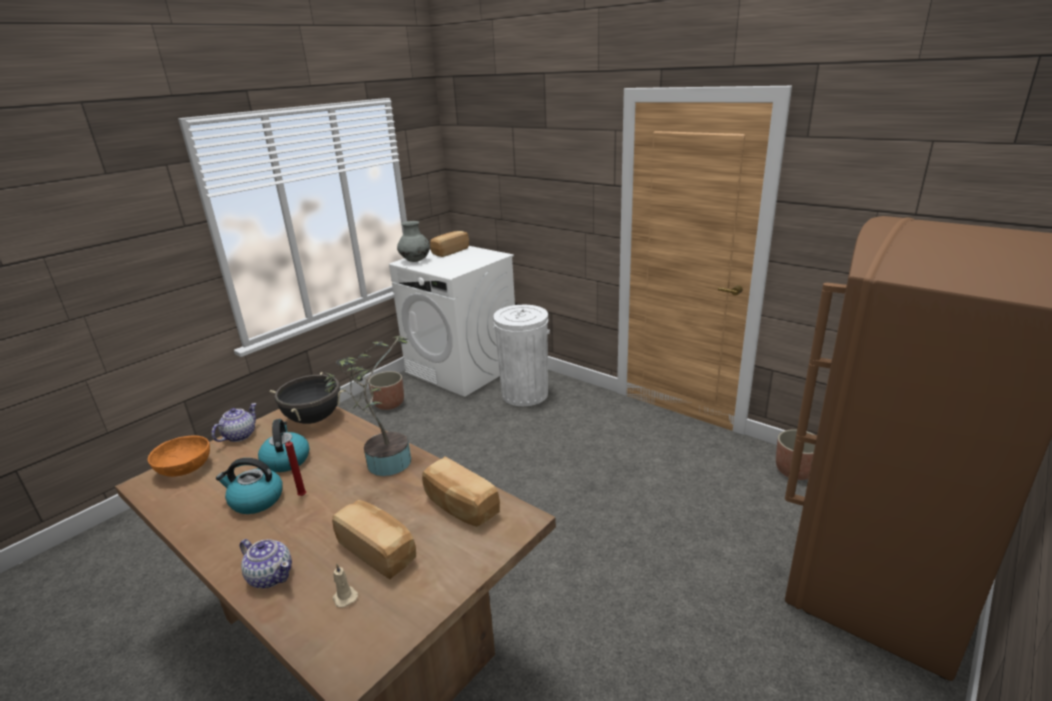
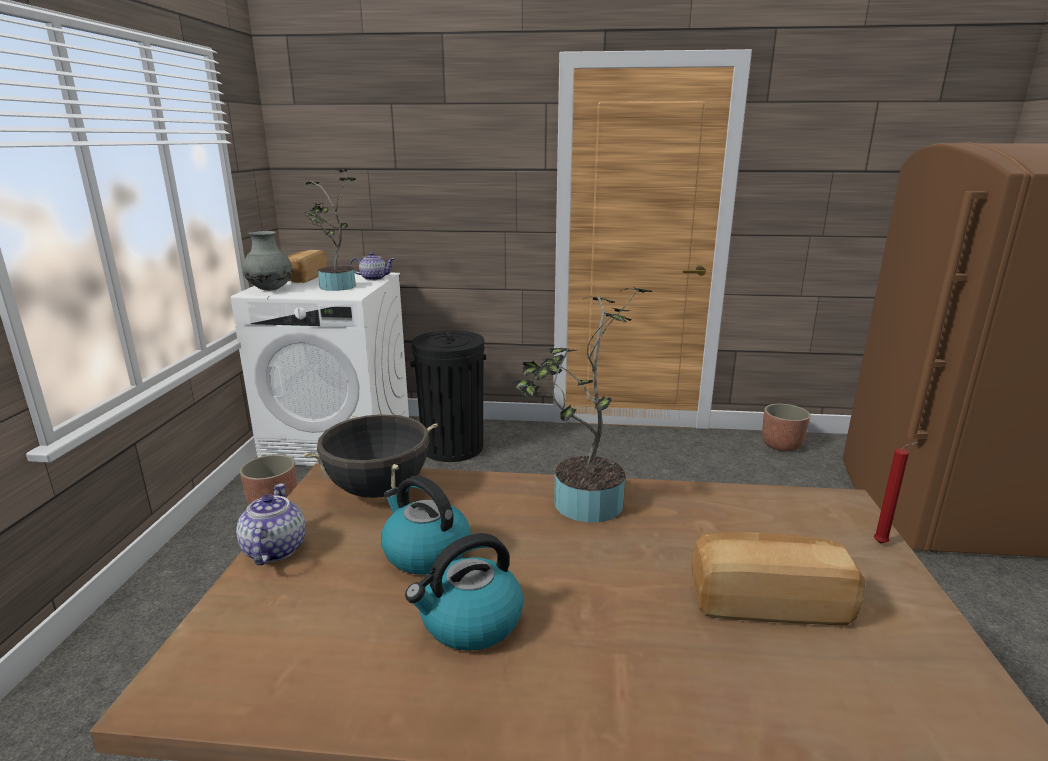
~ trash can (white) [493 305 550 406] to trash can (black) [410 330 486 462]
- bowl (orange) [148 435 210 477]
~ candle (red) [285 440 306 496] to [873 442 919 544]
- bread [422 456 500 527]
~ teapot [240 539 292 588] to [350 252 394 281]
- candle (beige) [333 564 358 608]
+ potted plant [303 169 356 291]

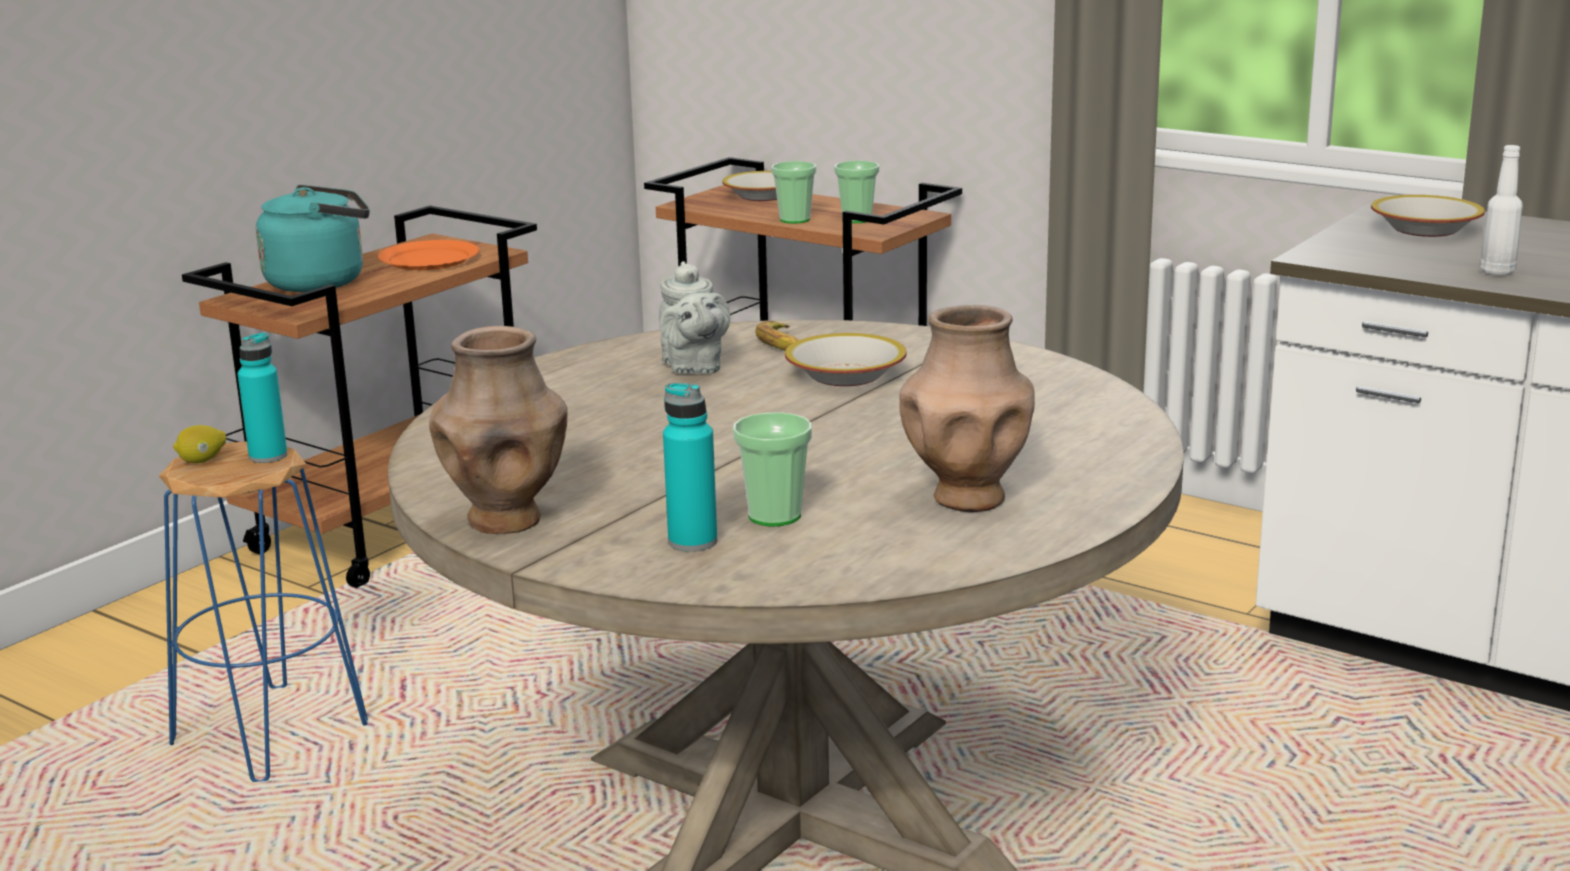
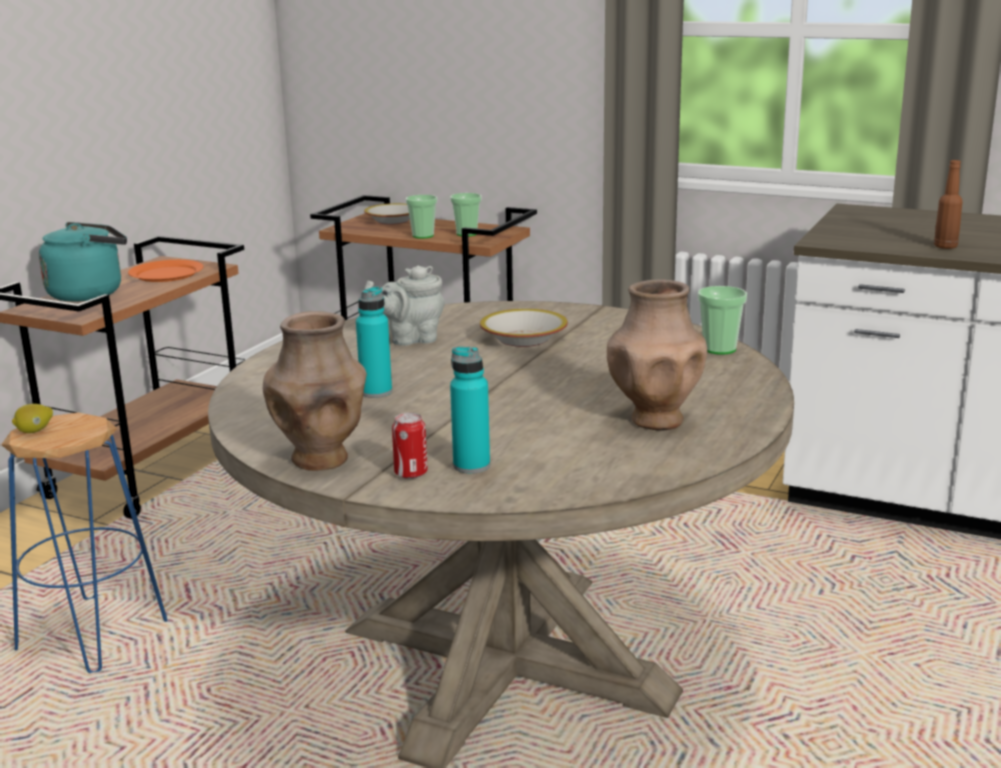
~ bottle (white) [1480 145 1523 276] to bottle (brown) [934 160 963 249]
- bowl [1371 195 1485 237]
~ teapot (grey) [659 261 730 374] = [364 266 445 346] 105 degrees clockwise
- banana [756 321 799 351]
~ bottle (turquoise) [238 332 288 463] to [356 286 392 398]
~ cup [733 412 812 526] to [698 286 747 355]
+ can [392 413 428 479]

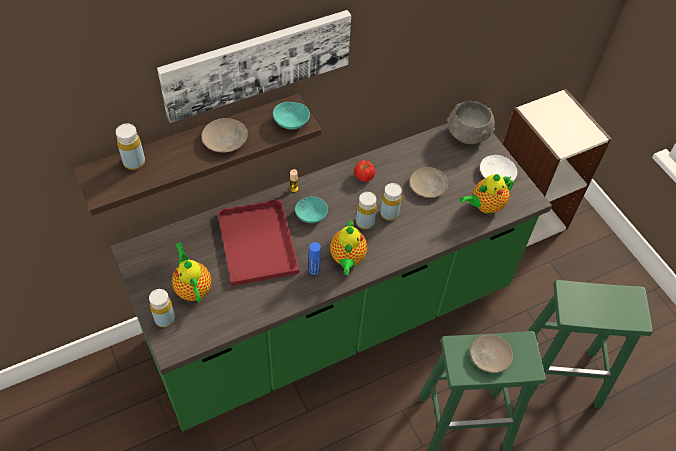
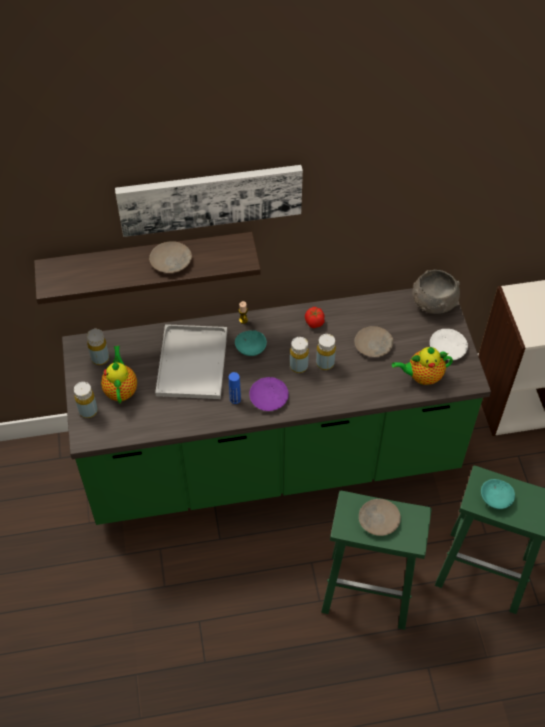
~ bowl (turquoise) [273 102 310 130] to [481 479 515 509]
~ bottle (yellow) [116 123 145 170] to [87 329 109 365]
~ tray (red) [217 199 300 286] to tray (white) [155 324 227 399]
~ teapot [330 219 367 275] to plate (purple) [249 377 289 411]

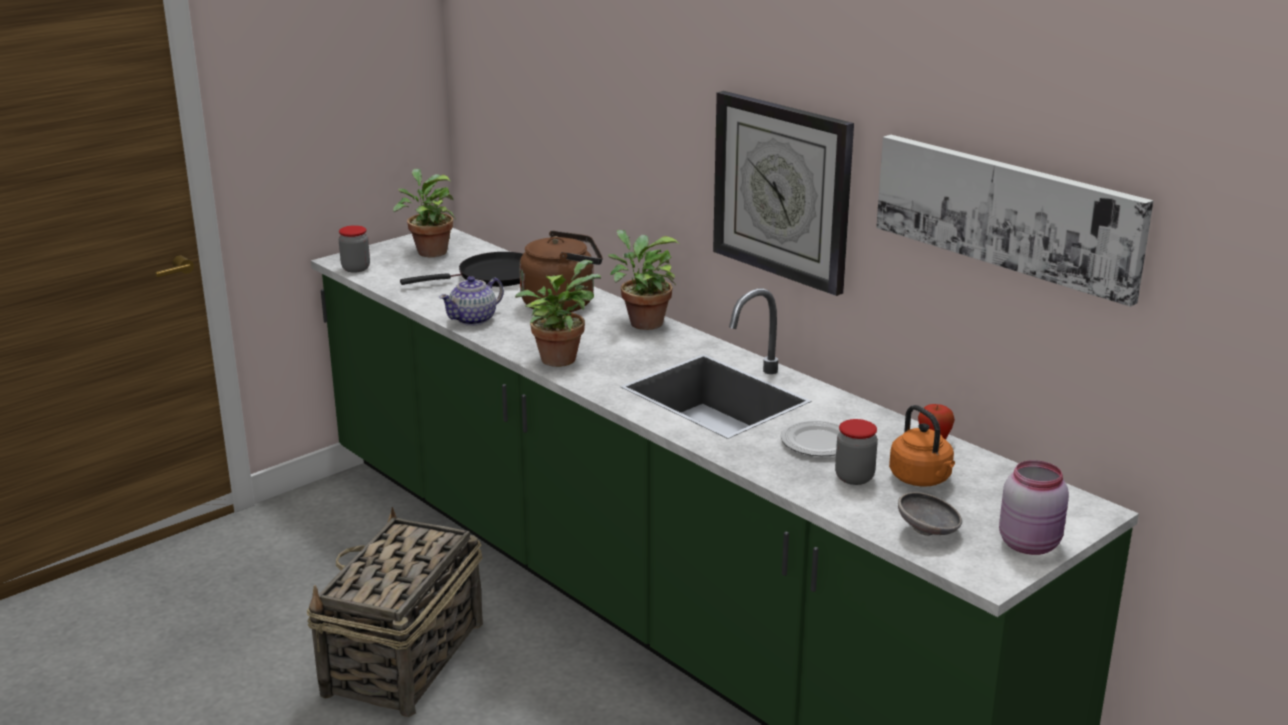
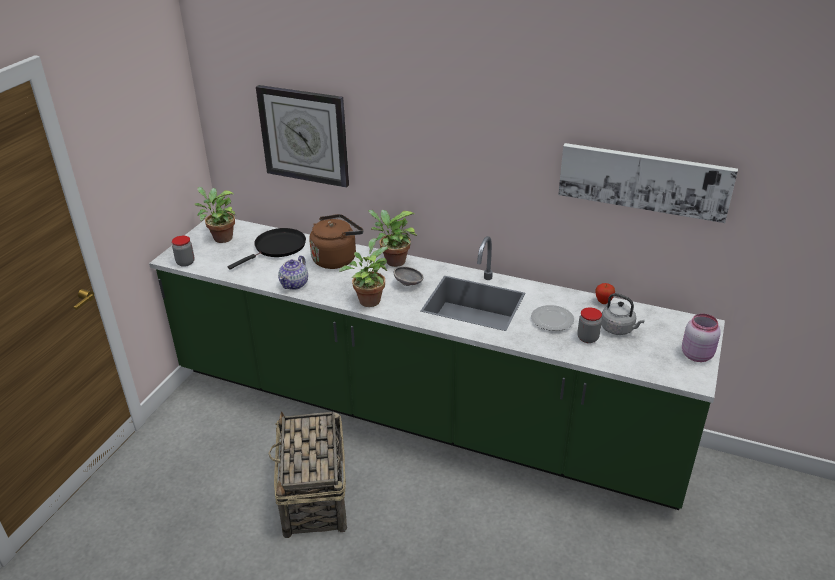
~ wall clock [713 91 854 296] to [256 85 349 188]
~ kettle (orange) [889 405 955 487] to kettle (grey) [601 293 645 335]
~ bowl (grey) [898 492 962 536] to [394 267 423 286]

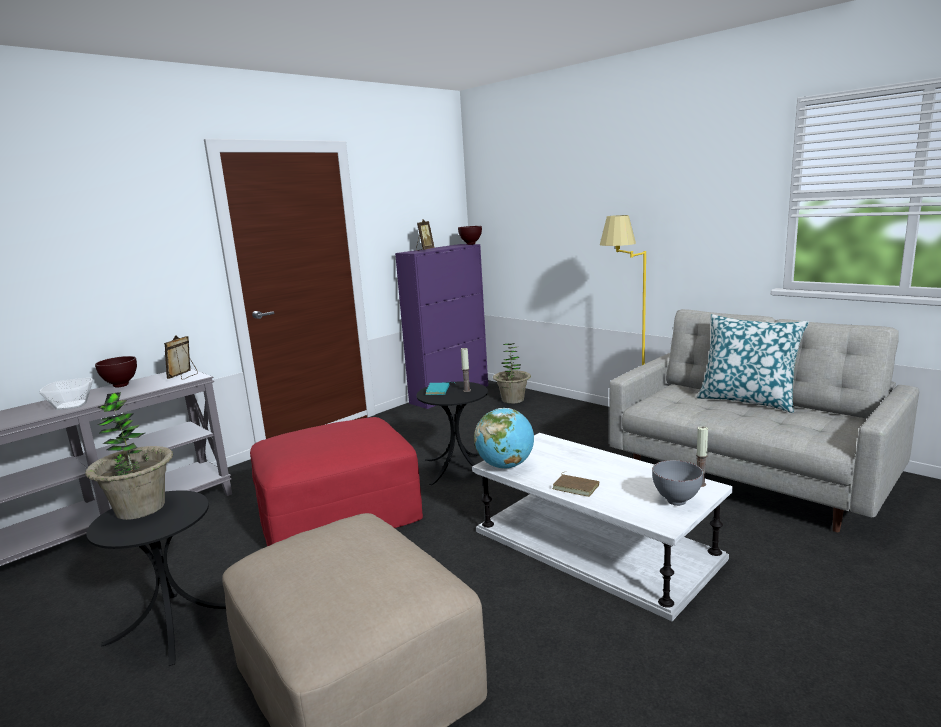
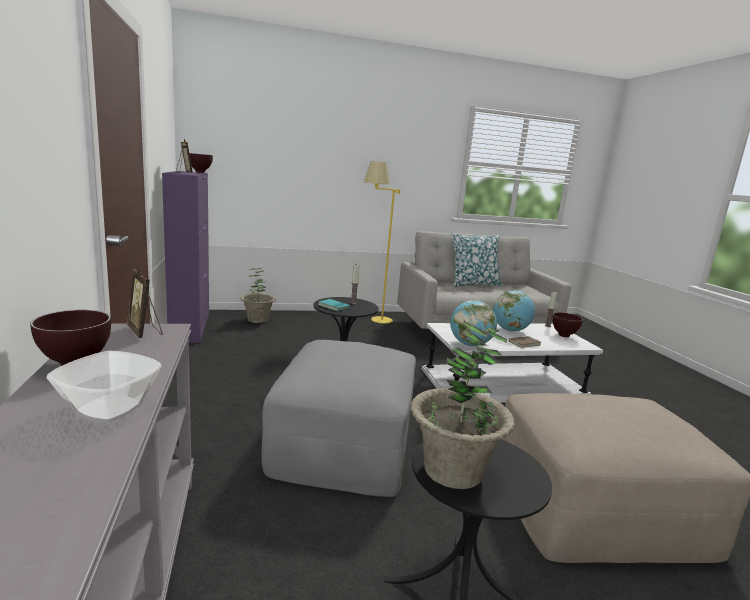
~ ottoman (red) [250 417 423 546] to ottoman (grey) [262 340 416 497]
~ bowl (grey) [652 460 703 506] to bowl (brown) [552 312 583 337]
+ globe [493 290 535 332]

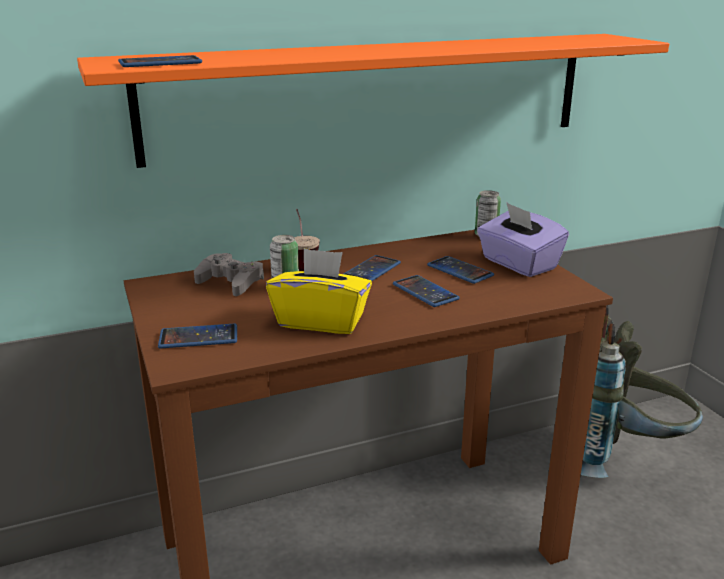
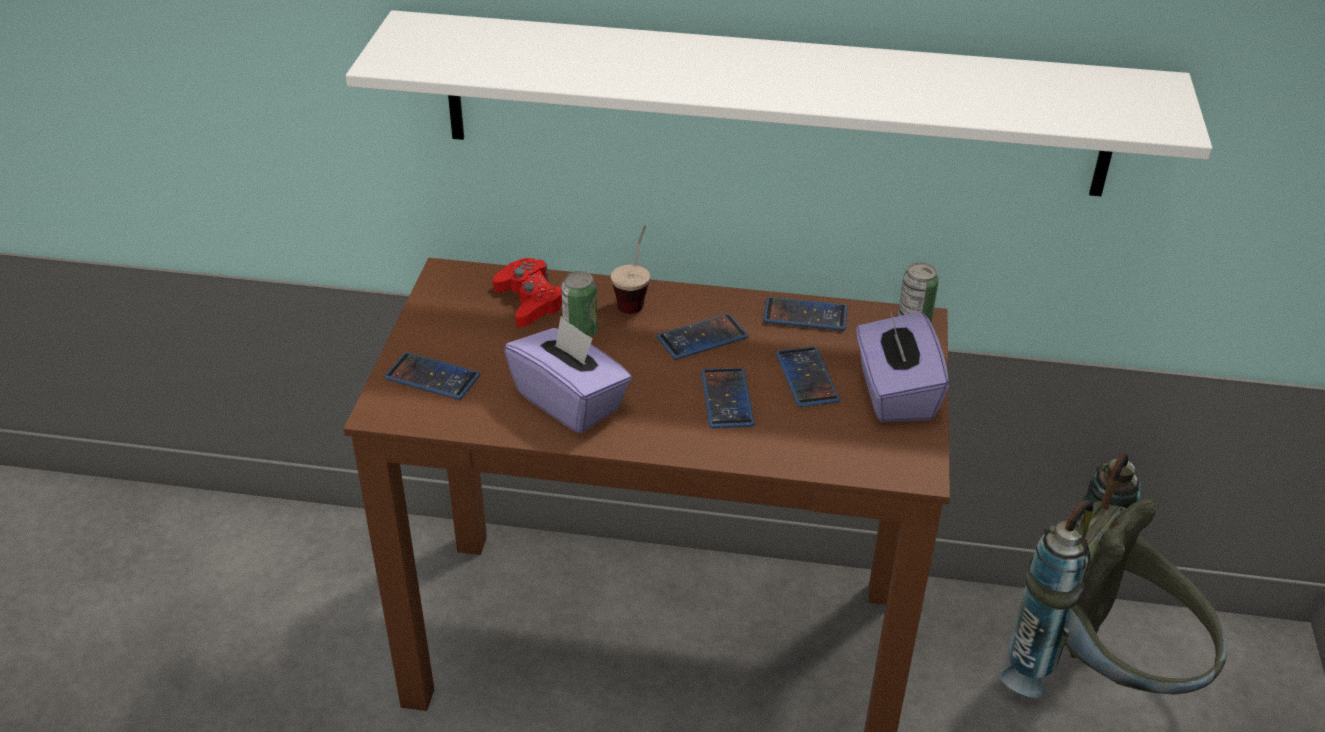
~ shelf (orange) [77 34 669 168] to shelf (white) [346 10 1212 196]
~ phone [118 55 202 67] to [763 297 848 331]
~ tissue box (yellow) [266 248 372 334] to tissue box (purple) [504 316 632 433]
~ game controller (grey) [194 253 264 296] to game controller (red) [493 258 562 327]

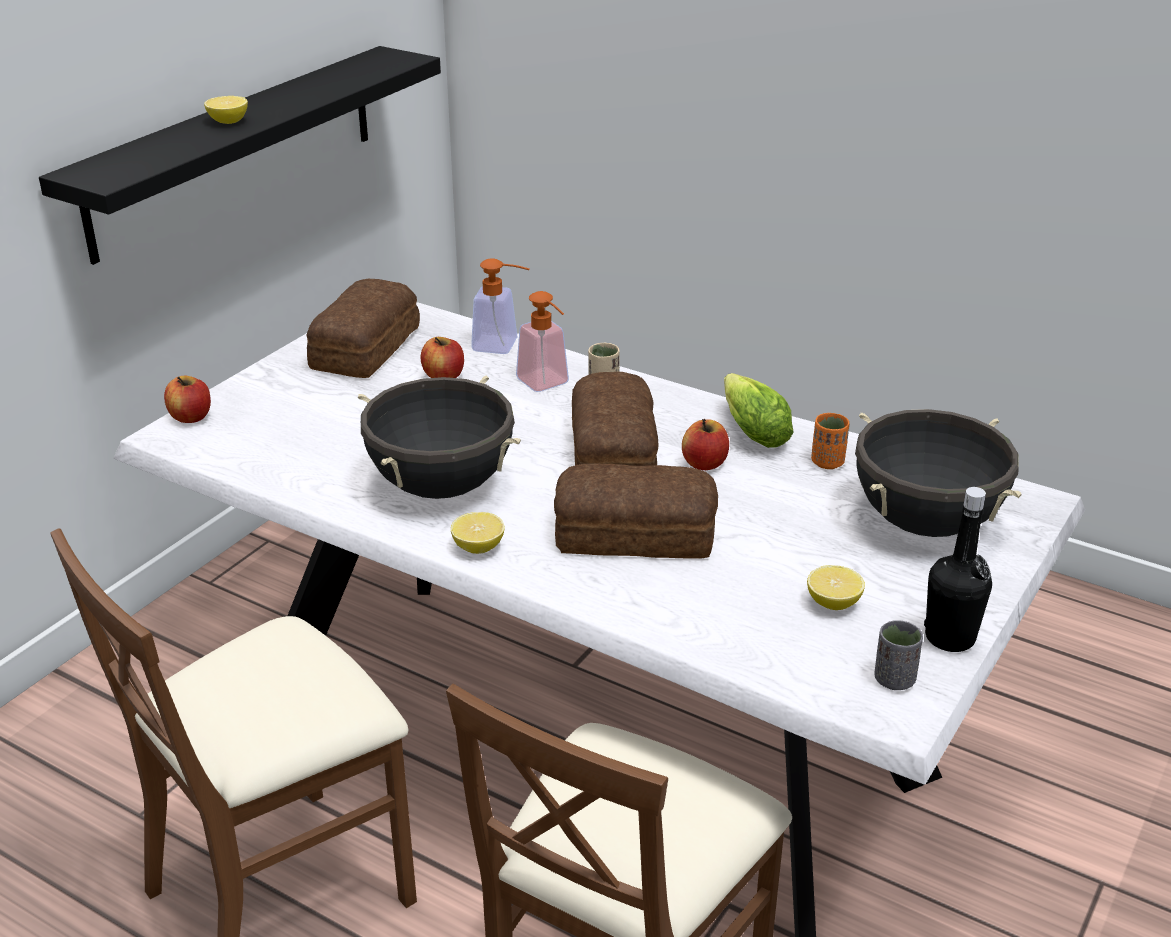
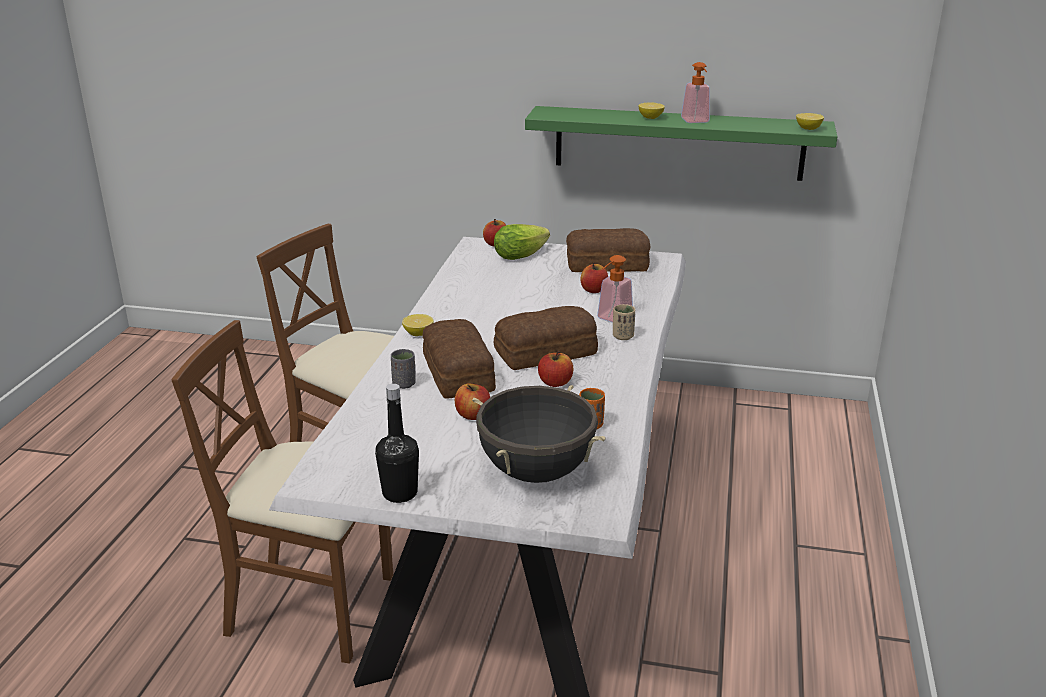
~ shelf (black) [39 46 441 265] to shelf (green) [525 106 837 181]
~ soap dispenser [471 258 529 354] to [681 62 710 123]
~ lettuce [724 373 793 448] to [494 224 550 260]
- cooking pot (black) [358 375 521 499]
~ lemon [807 565 865 610] to [796 113 824 130]
~ cup (grey) [874 621 923 690] to [391 349 416 389]
+ apple [455 384 490 420]

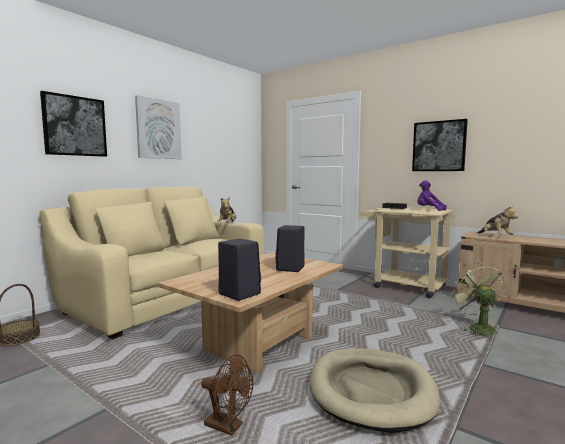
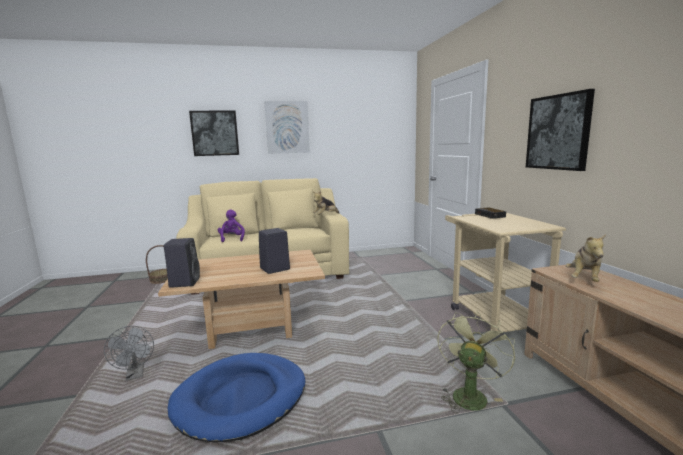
~ plush toy (purple) [418 180 447 211] to [218 209 245 242]
~ dog bed (beige) [310 348 440 433] to dog bed (blue) [168 353 305 443]
~ fan (brown) [201 355 253 436] to fan (grey) [104 326 154 381]

